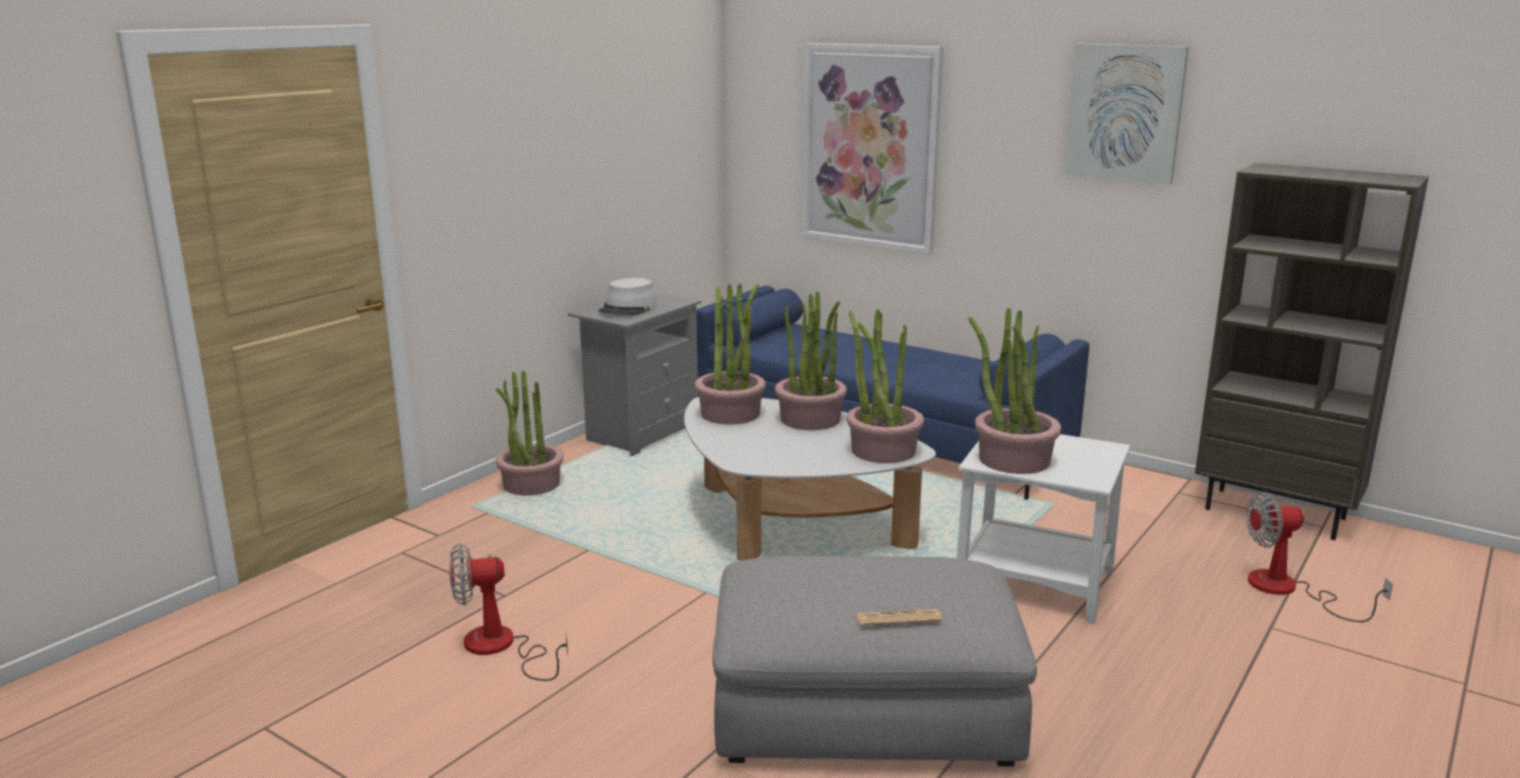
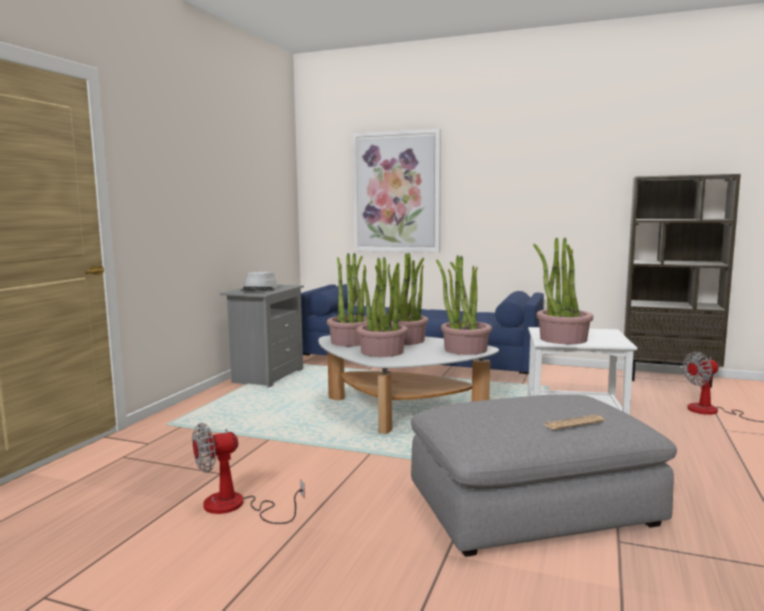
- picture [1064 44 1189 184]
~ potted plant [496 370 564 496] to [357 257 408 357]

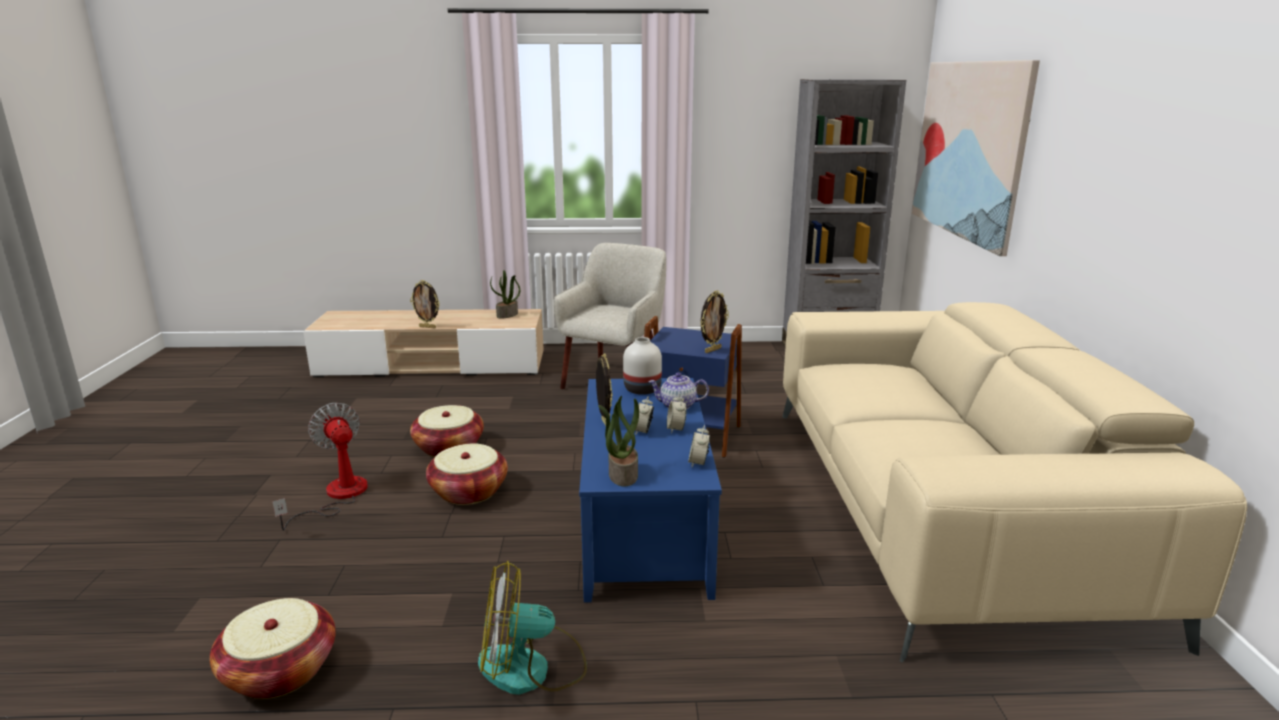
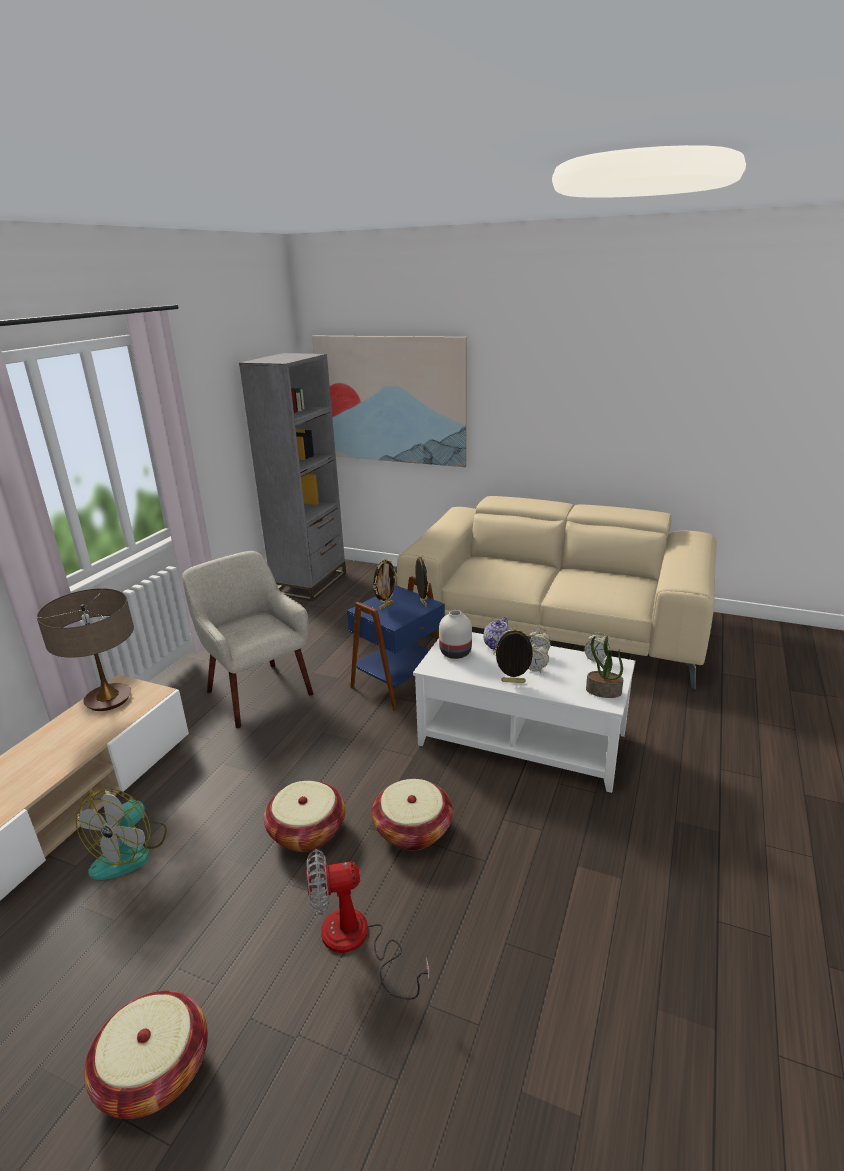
~ potted plant [490 270 520 318] to table lamp [37 588 134 711]
~ picture frame [410 280 440 328] to [373 558 397 610]
~ coffee table (blue) [579 378 722 602] to coffee table (white) [413 632 635 793]
~ fan [478 561 587 695] to [76 789 167 880]
~ basket [210 598 336 699] to [84 991 208 1119]

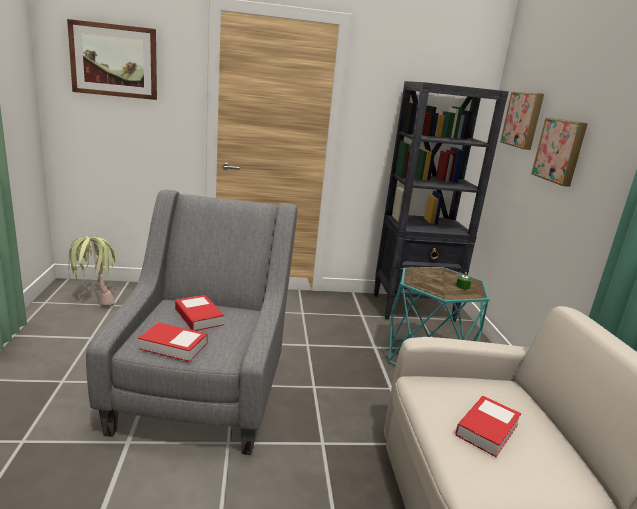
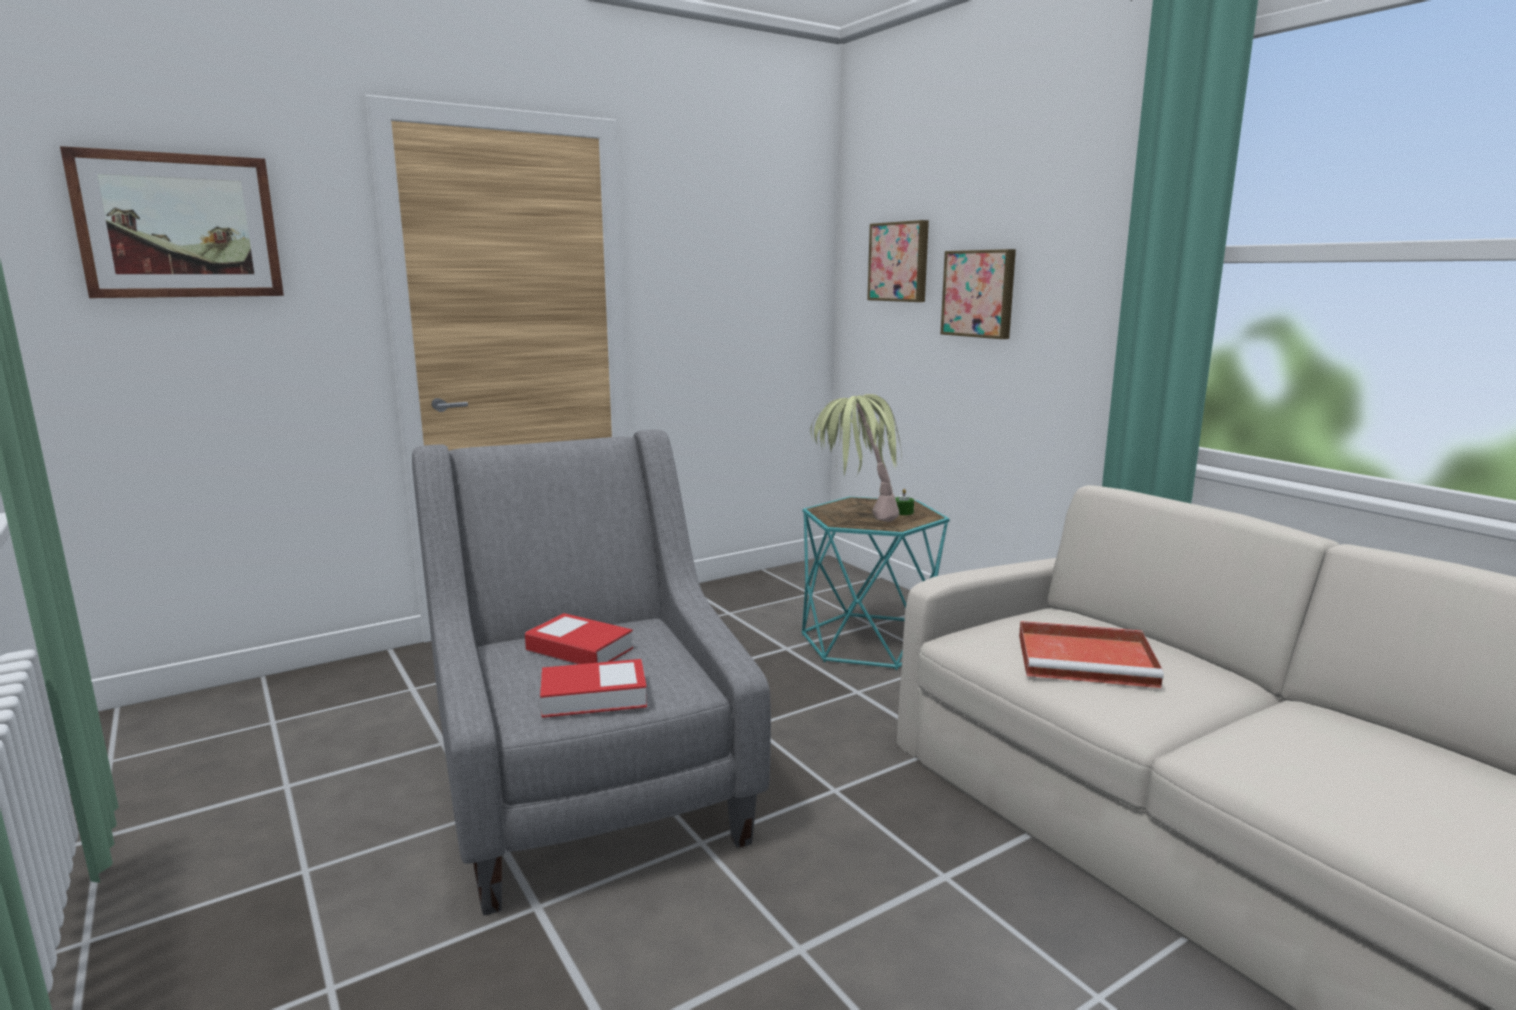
- bookcase (black) [374 81 509 322]
~ potted plant [69 236 119 307] to [810 394 902 522]
~ book [455 396 521 457] to tray (red) [1019 621 1164 688]

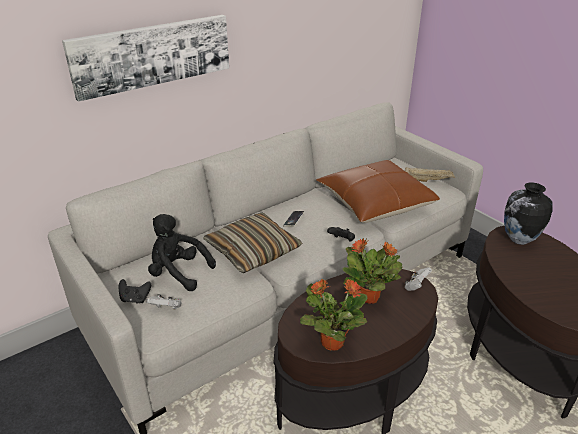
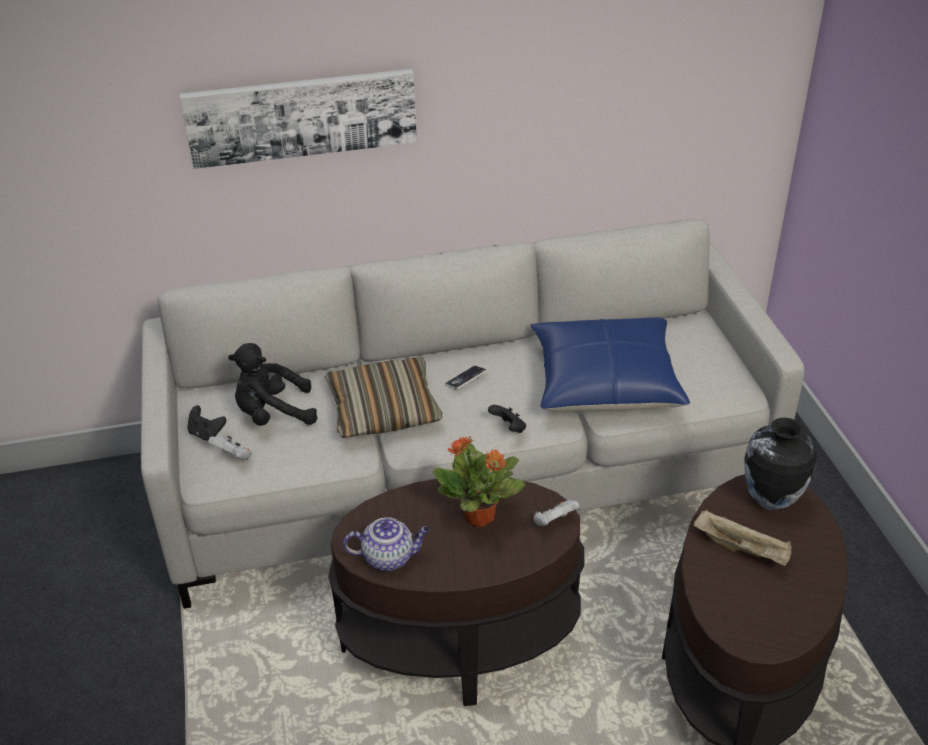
~ pillow (brown) [316 160 440 223] to pillow (blue) [530 318 690 411]
~ tray (beige) [405 167 456 182] to [693 510 792 566]
~ plush toy (black) [148 214 216 291] = [228 343 317 426] 60 degrees counterclockwise
~ potted plant [300 279 368 351] to teapot [343 517 430 571]

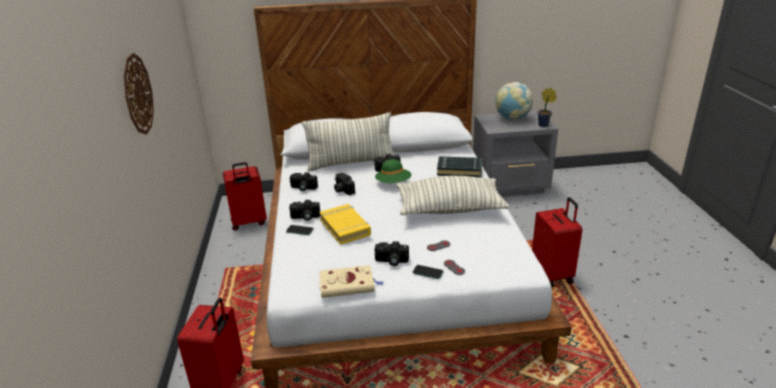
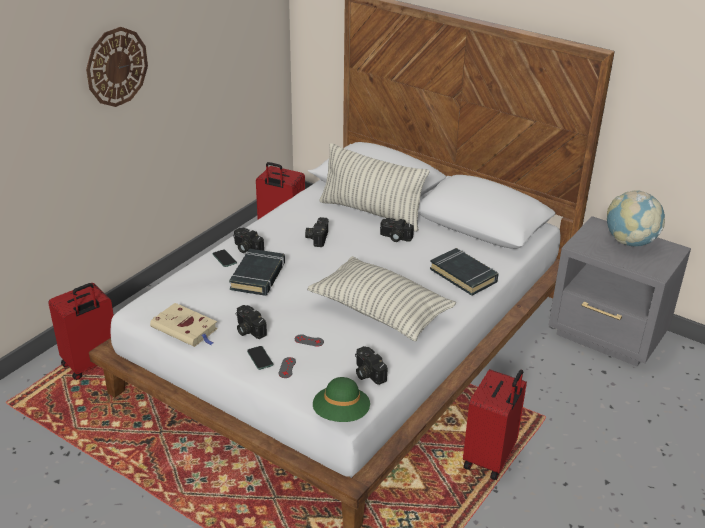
- potted plant [537 88 557 127]
~ hat (green) [375 159 411 183] to [313 377 370 422]
~ photo camera [290 172 318 191] to [355 346 388 385]
~ book (yellow) [319 204 371 245] to book (black) [229 248 285 296]

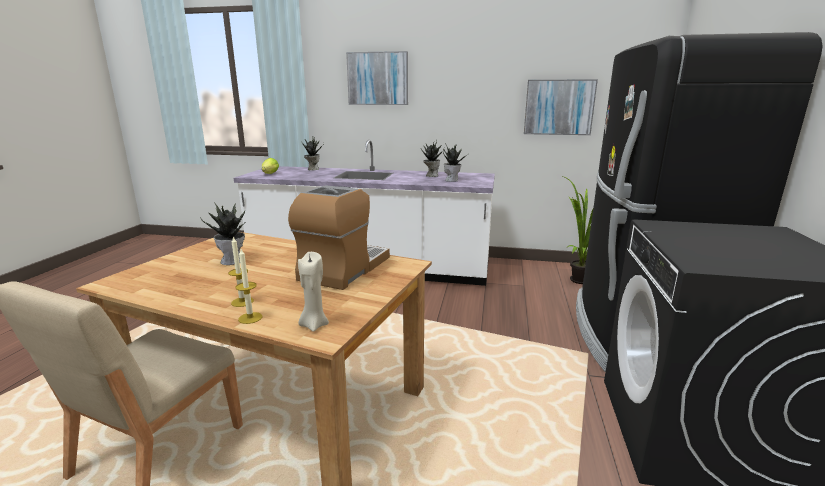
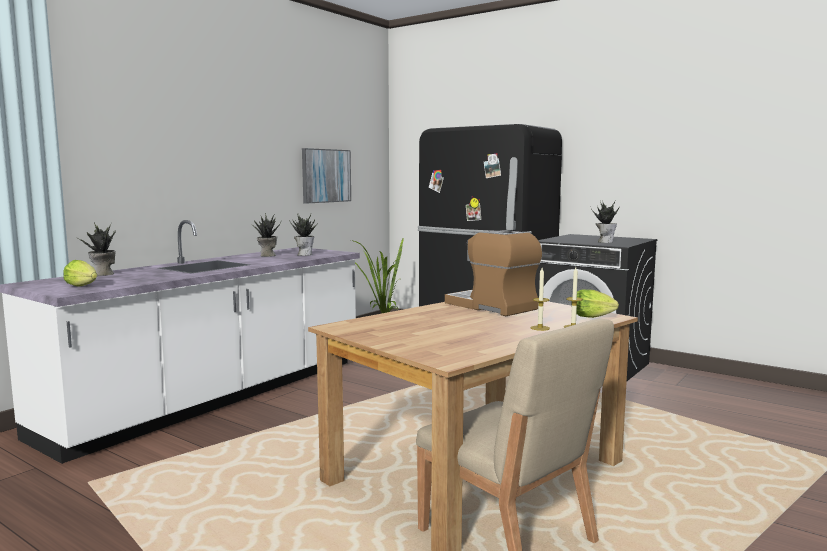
- picture [346 51 408 105]
~ potted plant [200 201 245 265] to [591 200 620 243]
~ candle (beige) [298 252 329 332] to lettuce [571 289 619 318]

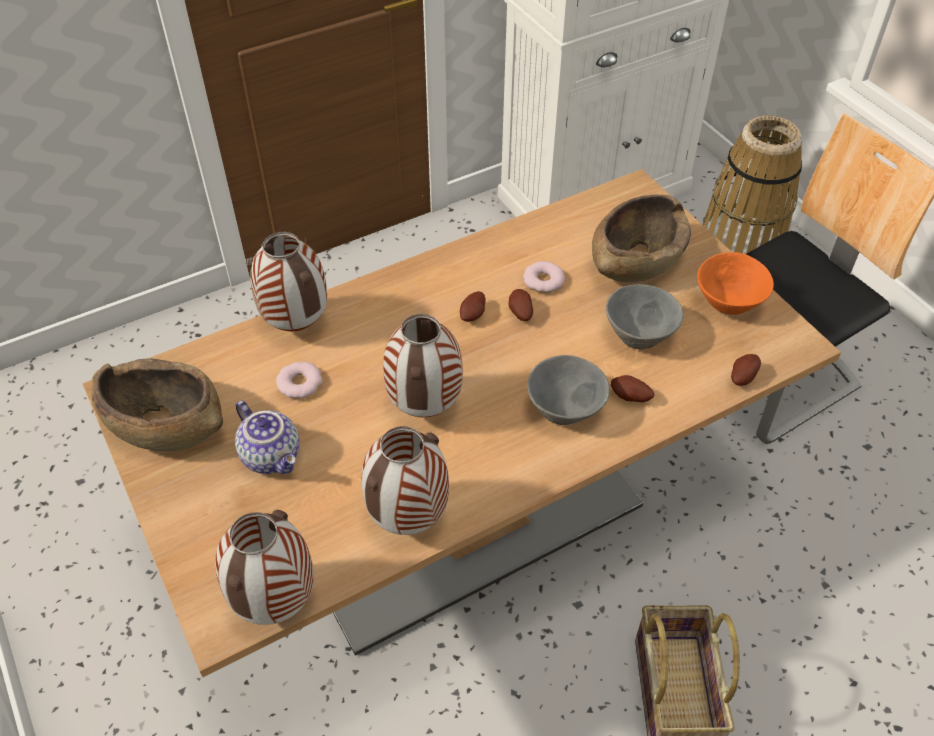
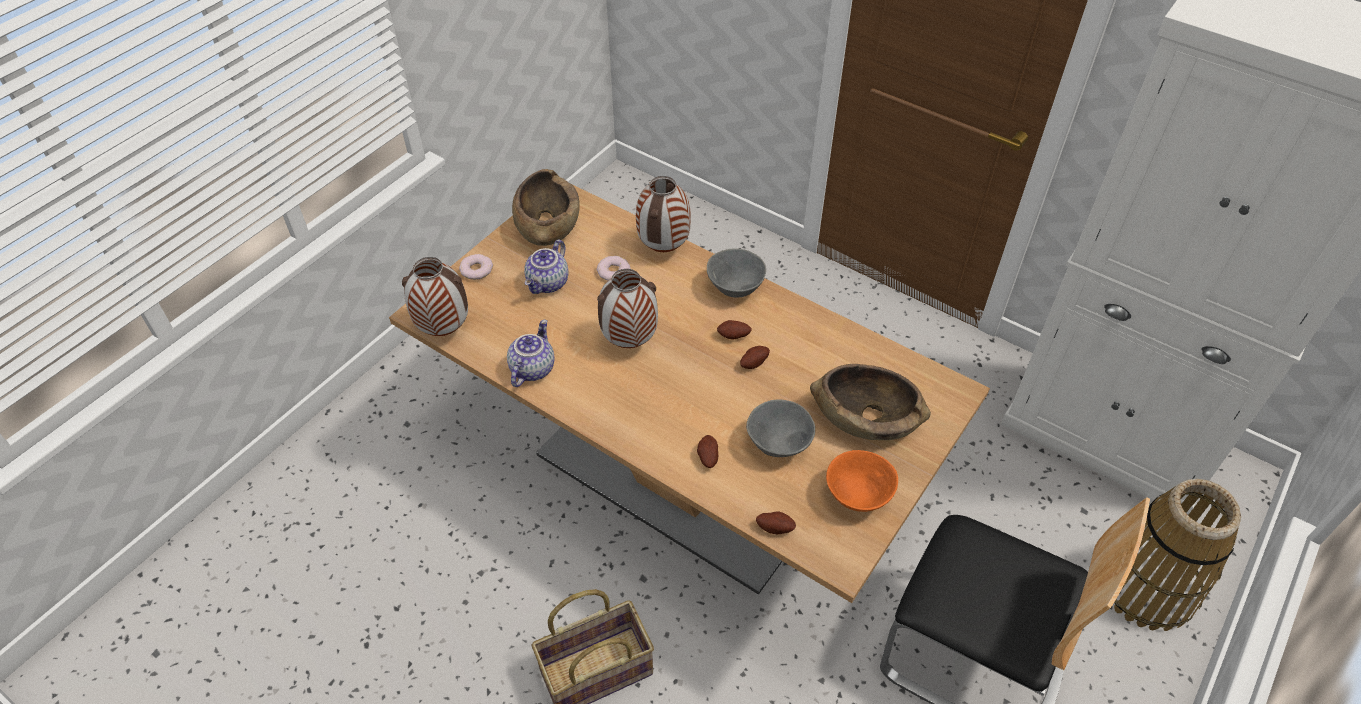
~ donut [523 261 565 293] to [459 254 493 280]
~ bowl (grey) [527 355 610 425] to [707 249 766 297]
~ vase [361 426 449 535] to teapot [507 320 554 387]

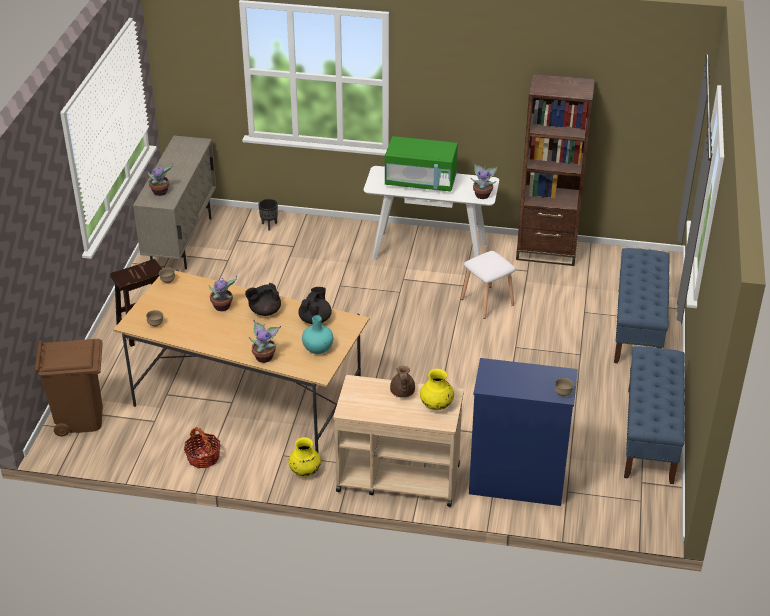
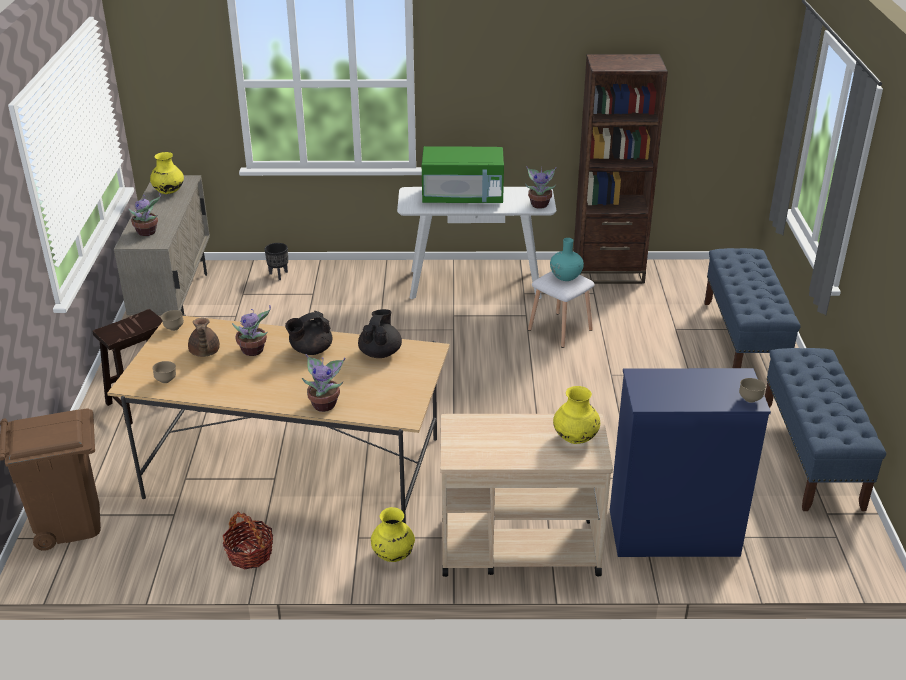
~ vase (turquoise) [302 315 333 354] to [550 238 584 281]
~ teapot (brown) [390 366 415 398] to [188 318 220 357]
+ vase (yellow) [150 152 184 194]

